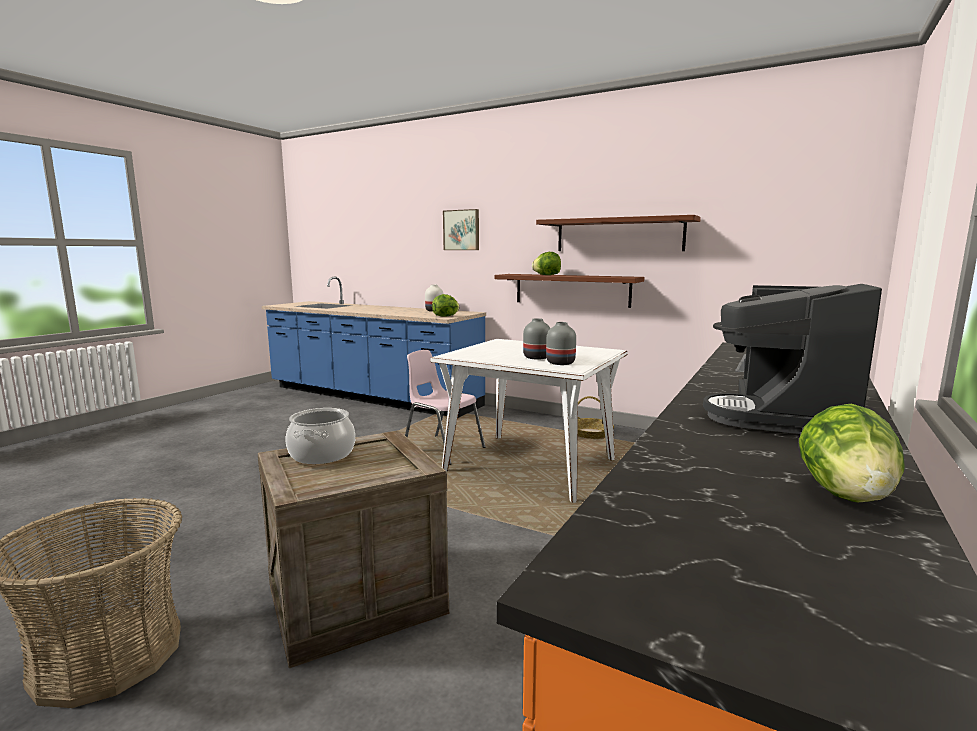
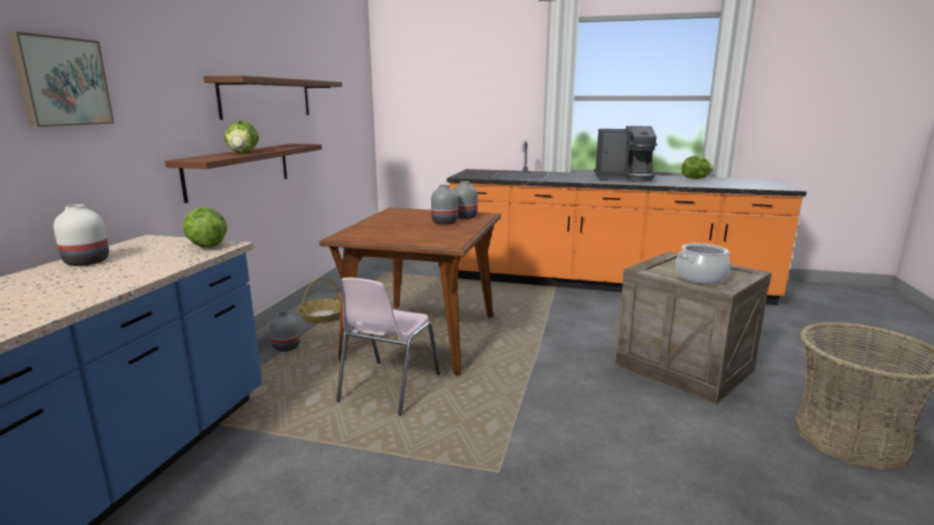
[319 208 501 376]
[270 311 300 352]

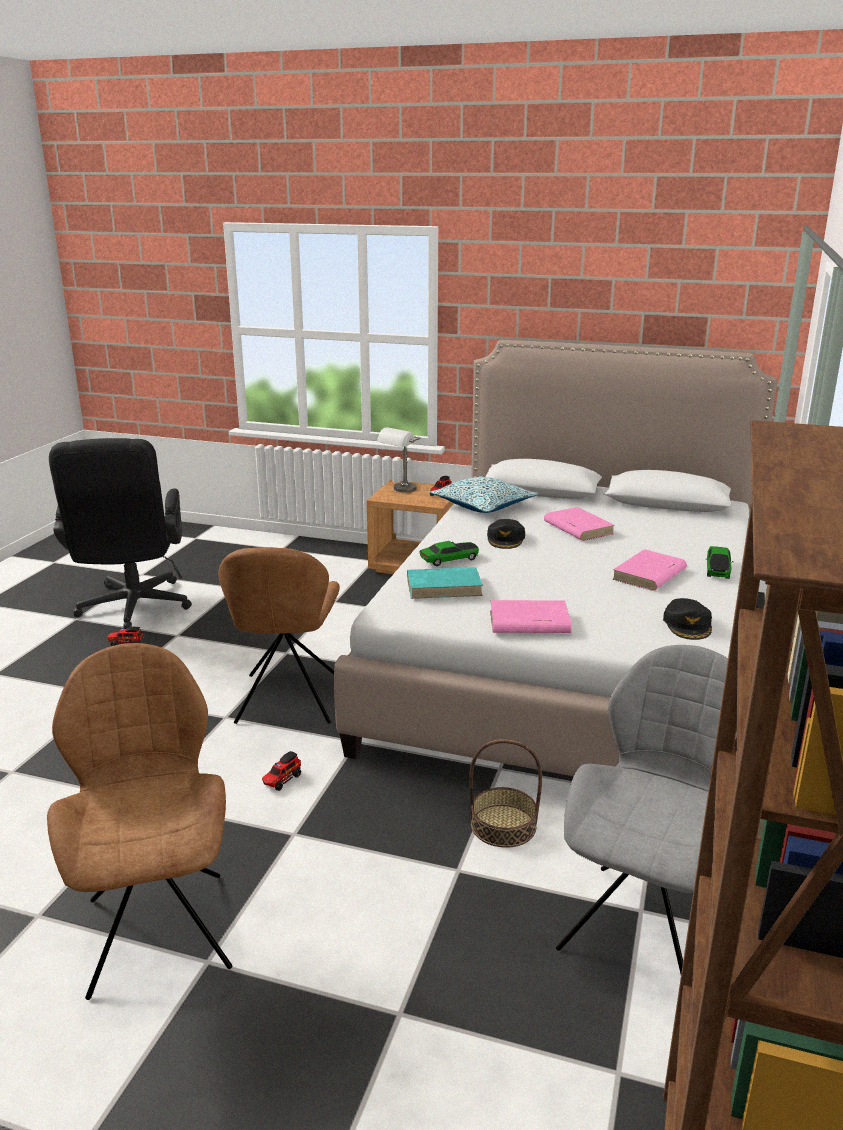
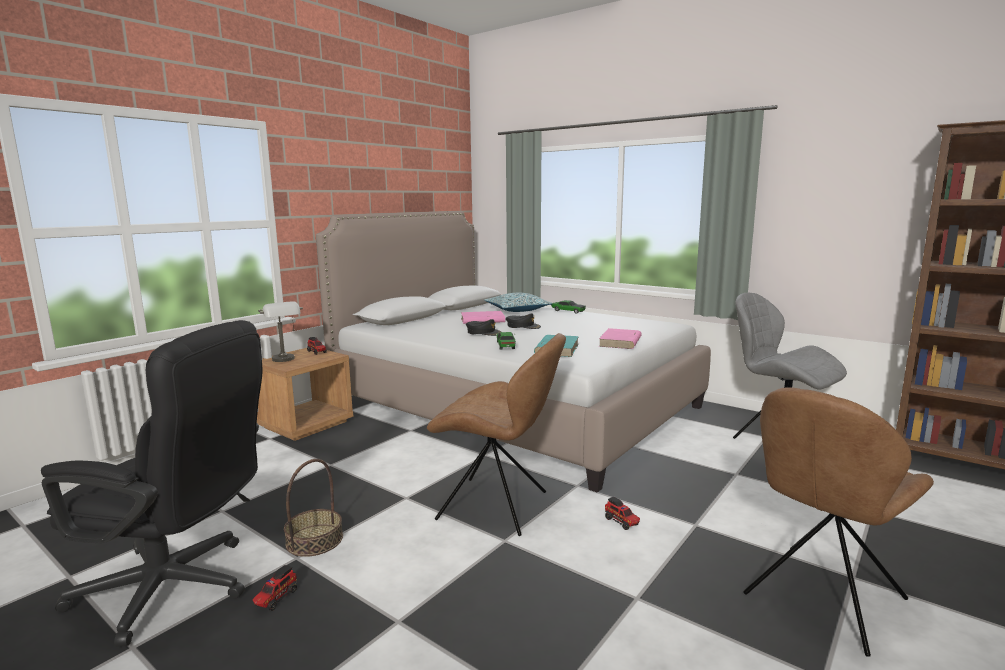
[743 387 934 657]
[484 293 552 312]
[284 459 343 557]
[612 549 687 591] (first image)
[506 313 541 329]

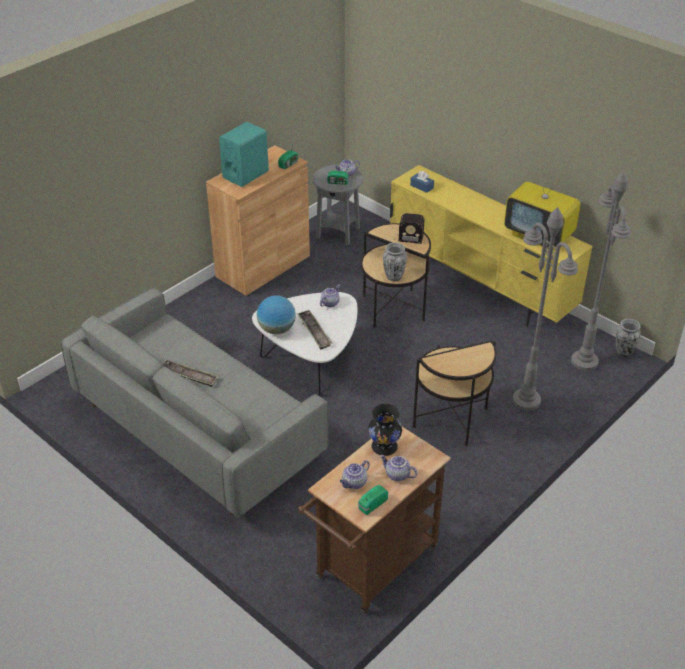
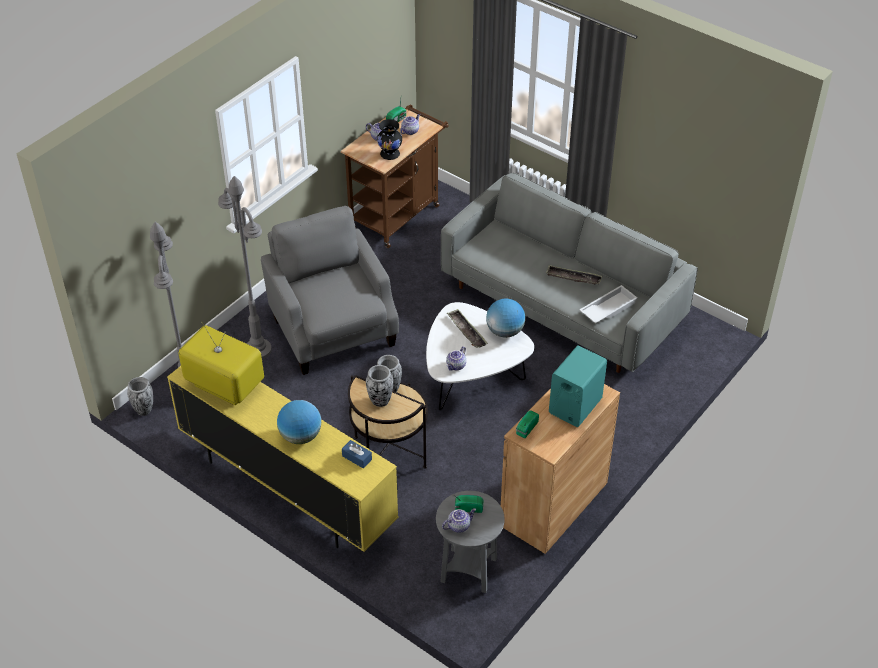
[366 365 393 407]
[261 206 399 375]
[277 400 321 444]
[580 285 637 323]

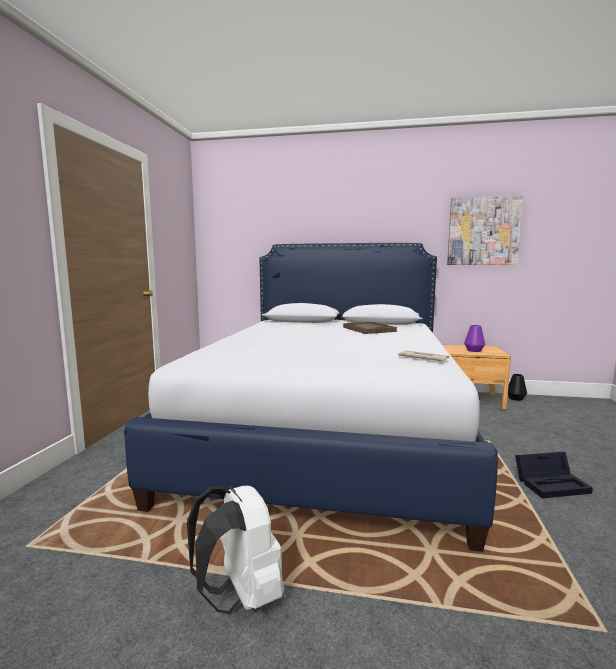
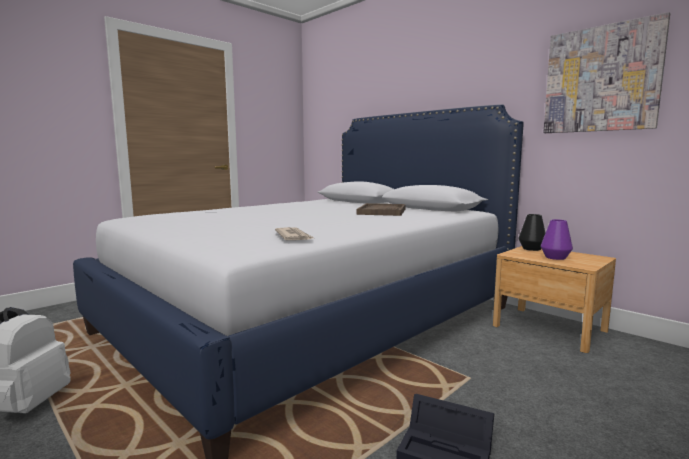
[518 214 545 251]

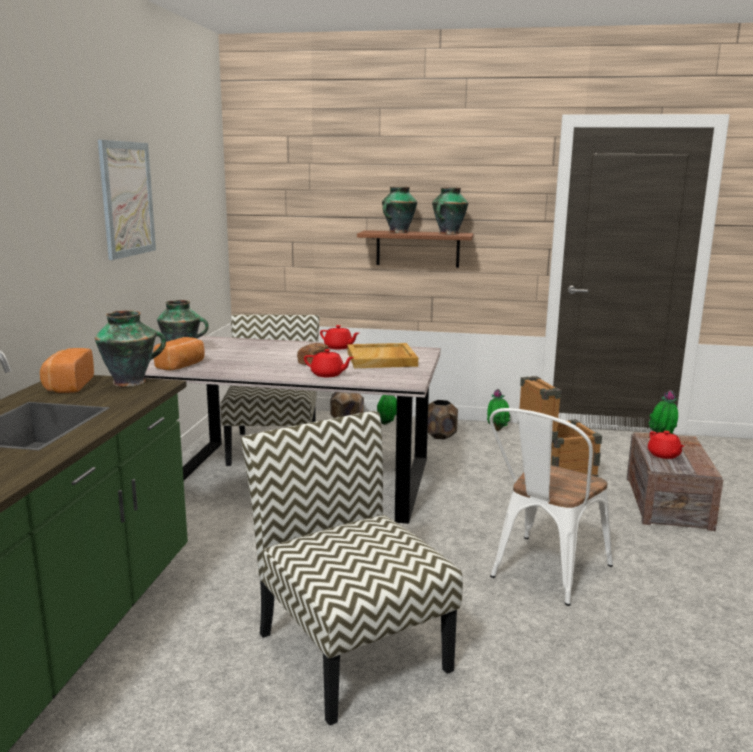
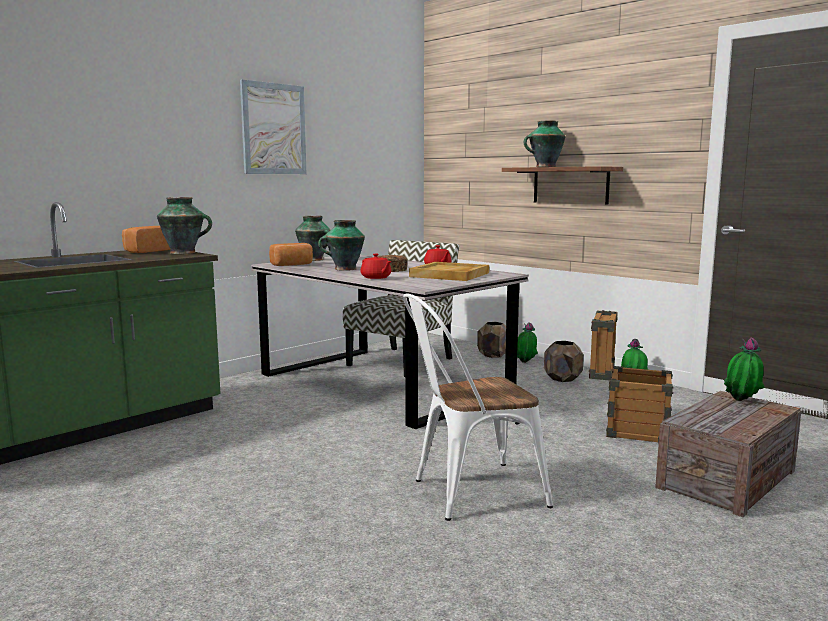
[241 411 463 726] (first image)
[318 220 365 271]
[648 431 684 459] (first image)

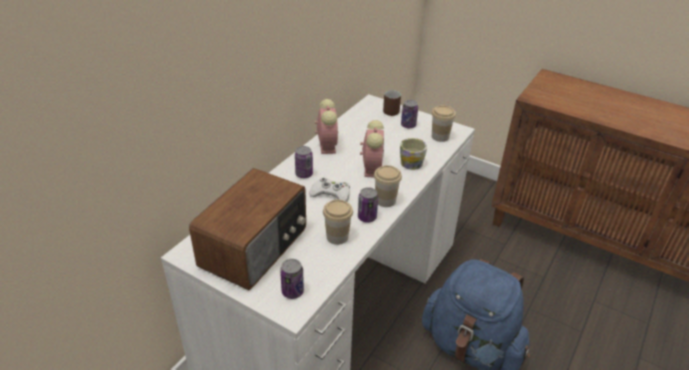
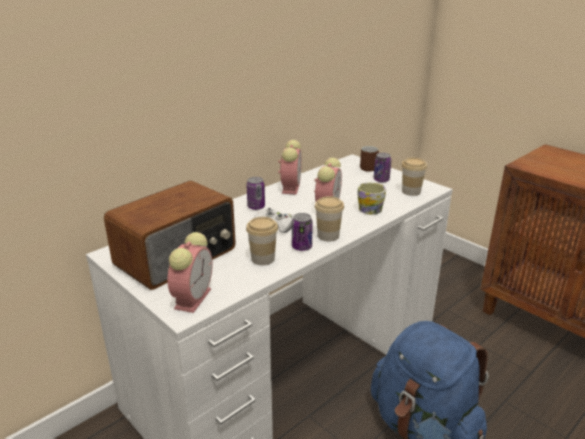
[167 232 213 313]

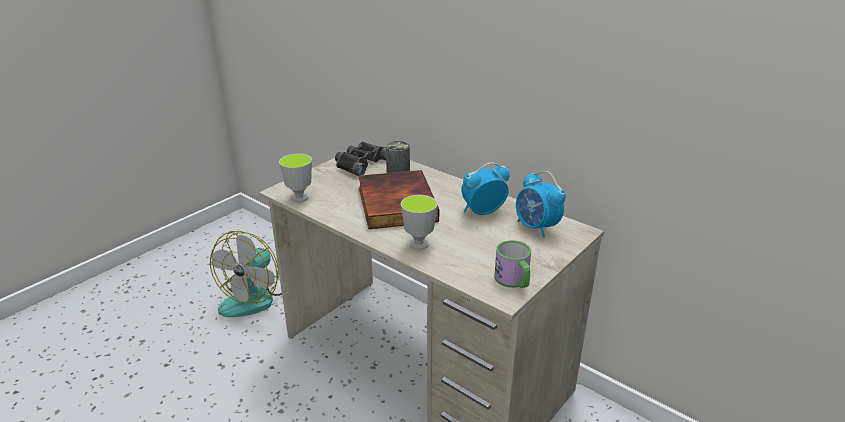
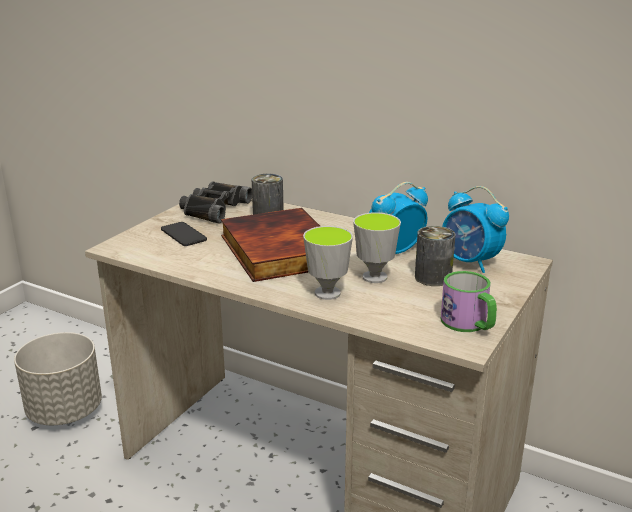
[14 332 102 425]
[353 212 401 283]
[161 222 207 246]
[415 226 455 286]

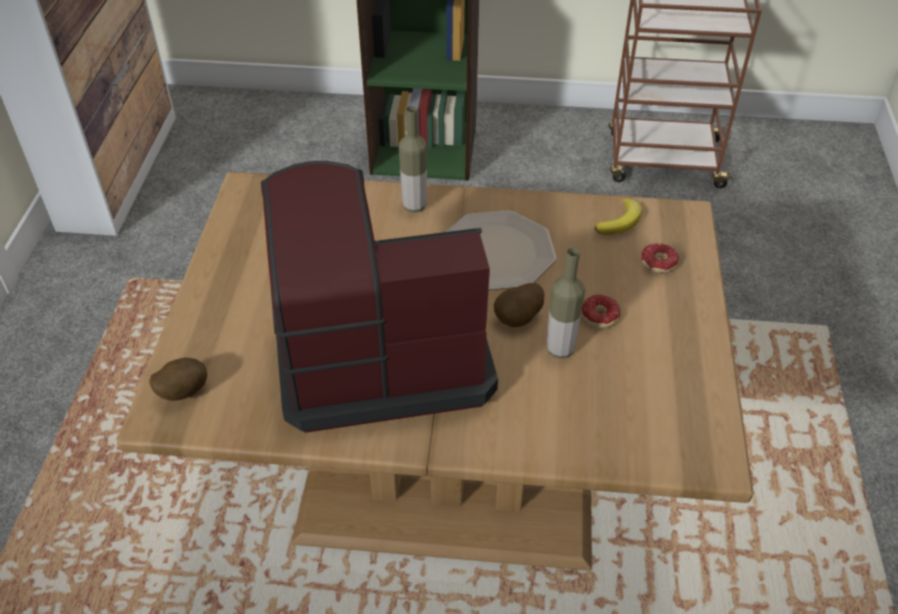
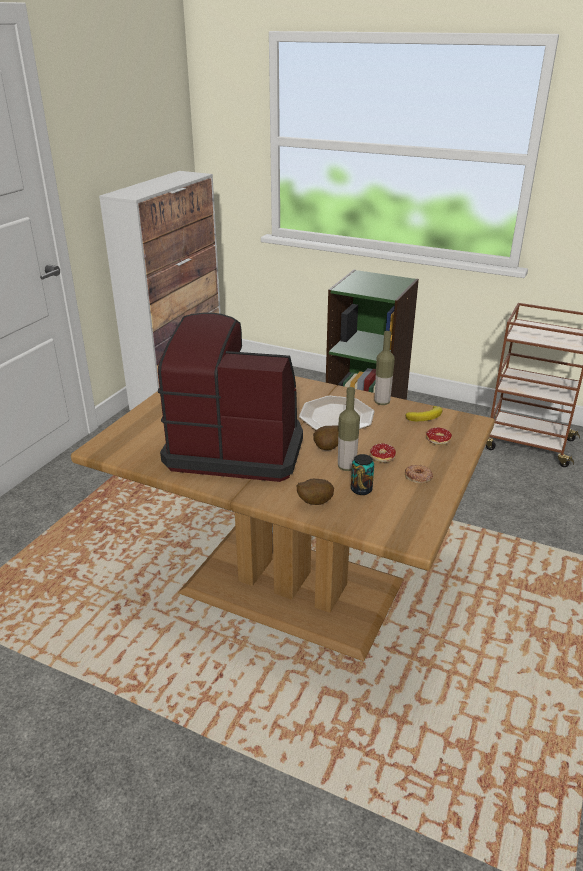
[297 479 334 505]
[375 331 395 405]
[351 454 374 495]
[405 465 433 483]

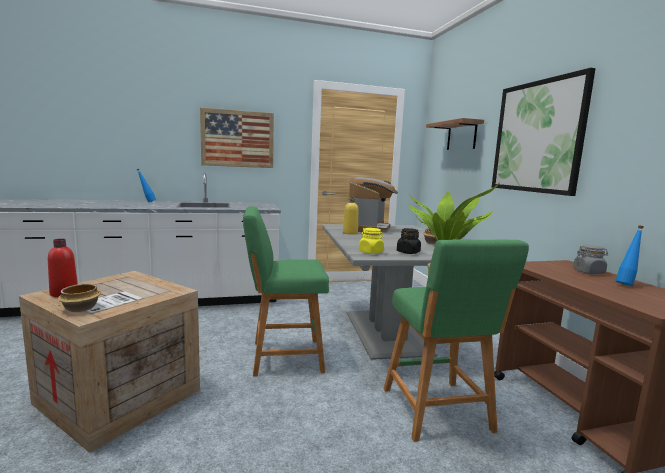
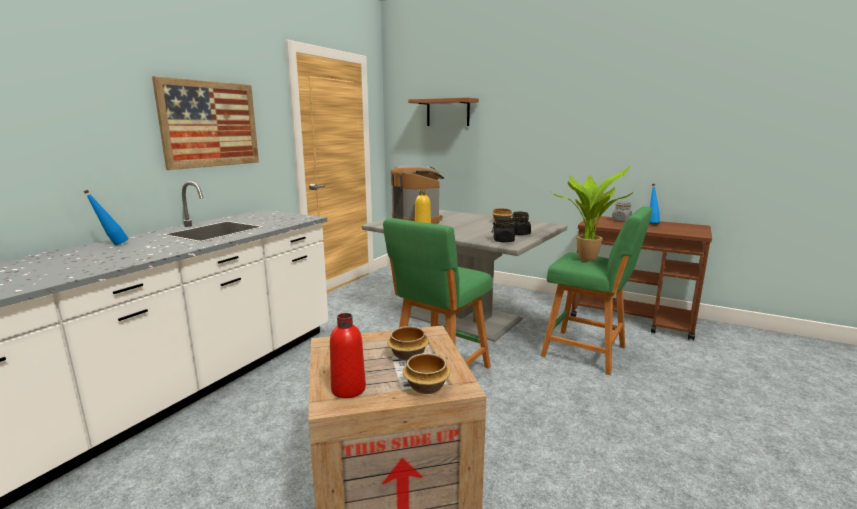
[492 217 518 242]
[492 68 596 196] (first image)
[387 326 429 361]

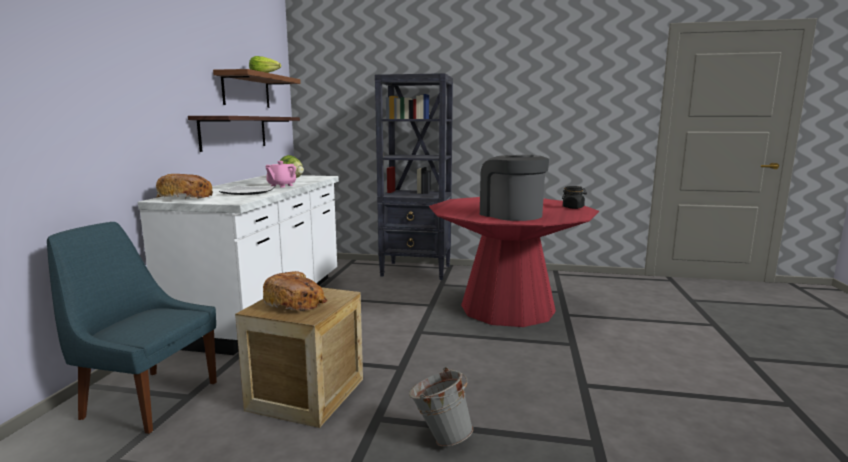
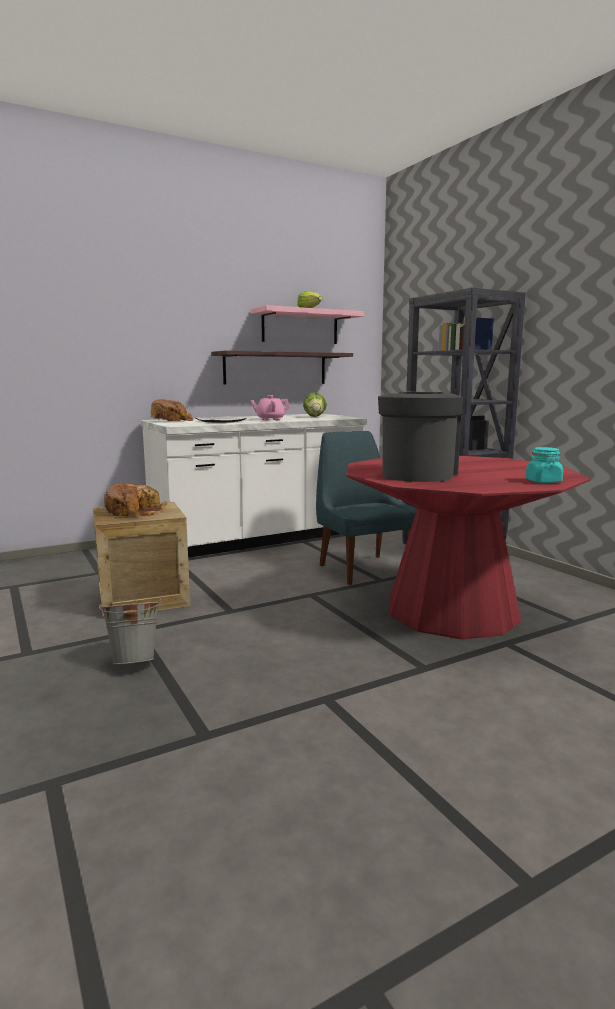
[316 431 417 585]
[251 305 364 344]
[526 447 563 483]

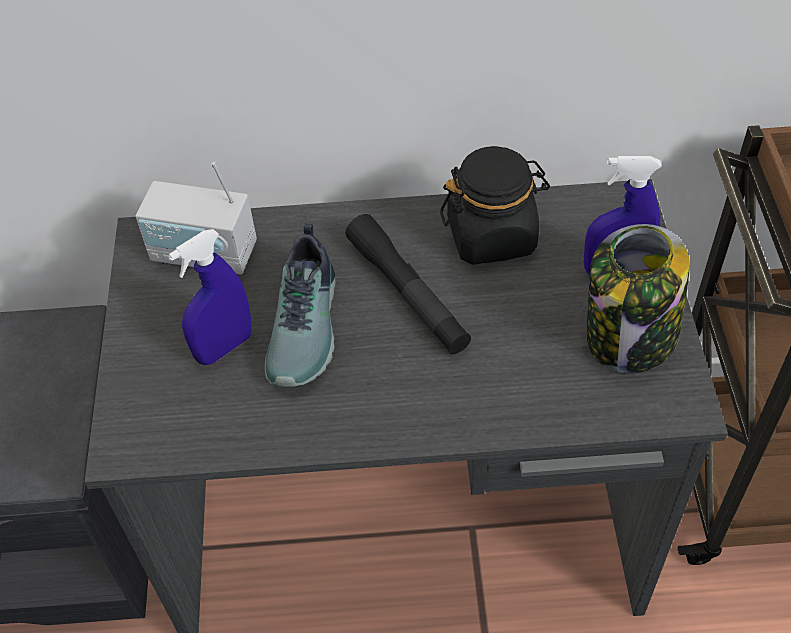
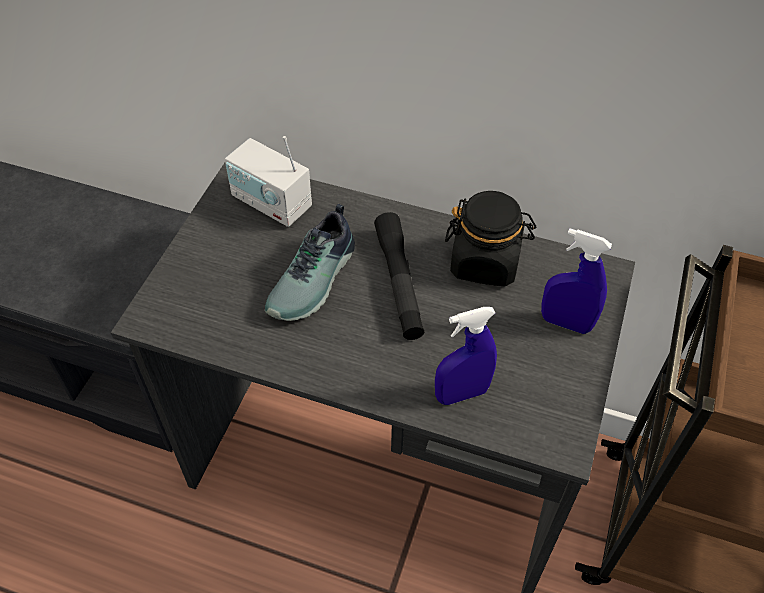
[435 307 497 405]
[587 224 690 373] (first image)

